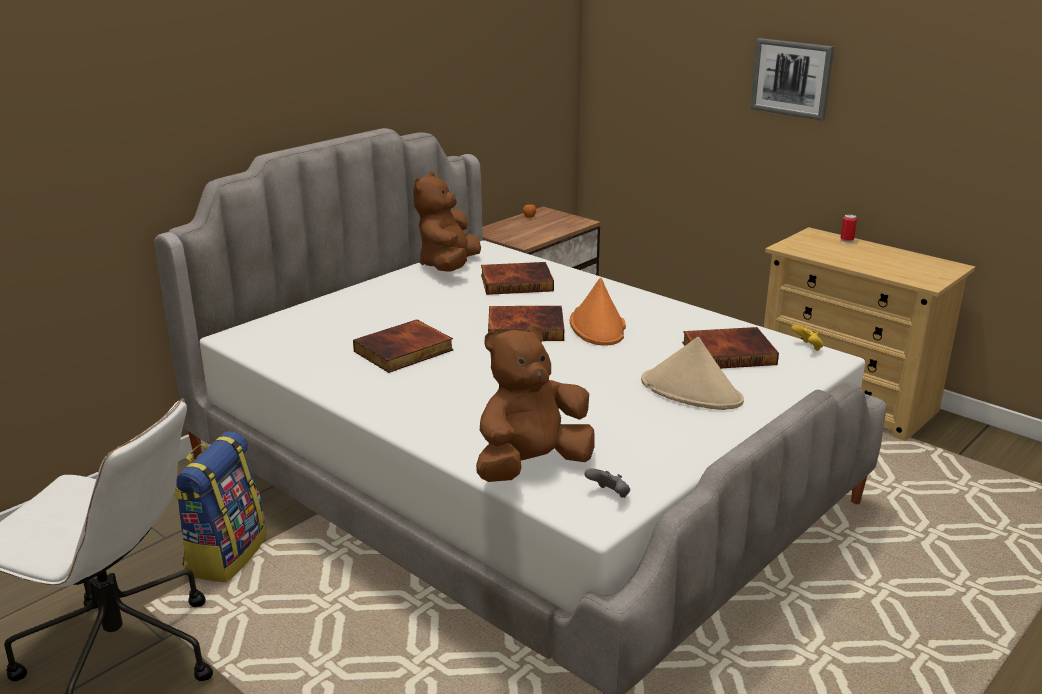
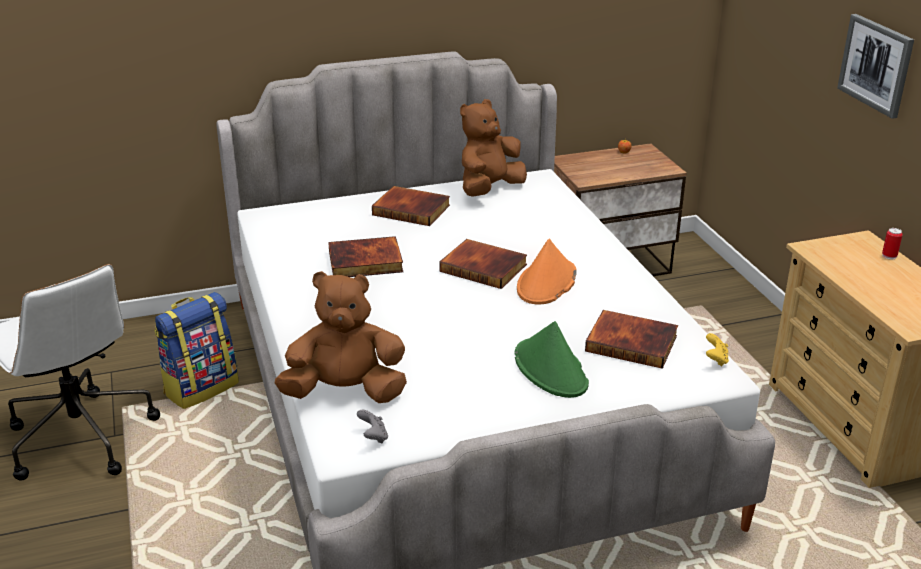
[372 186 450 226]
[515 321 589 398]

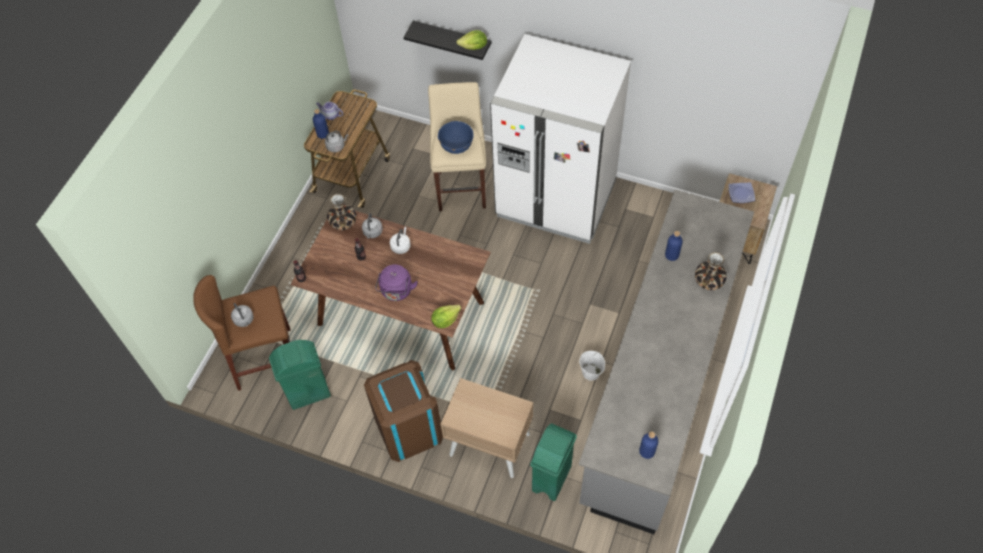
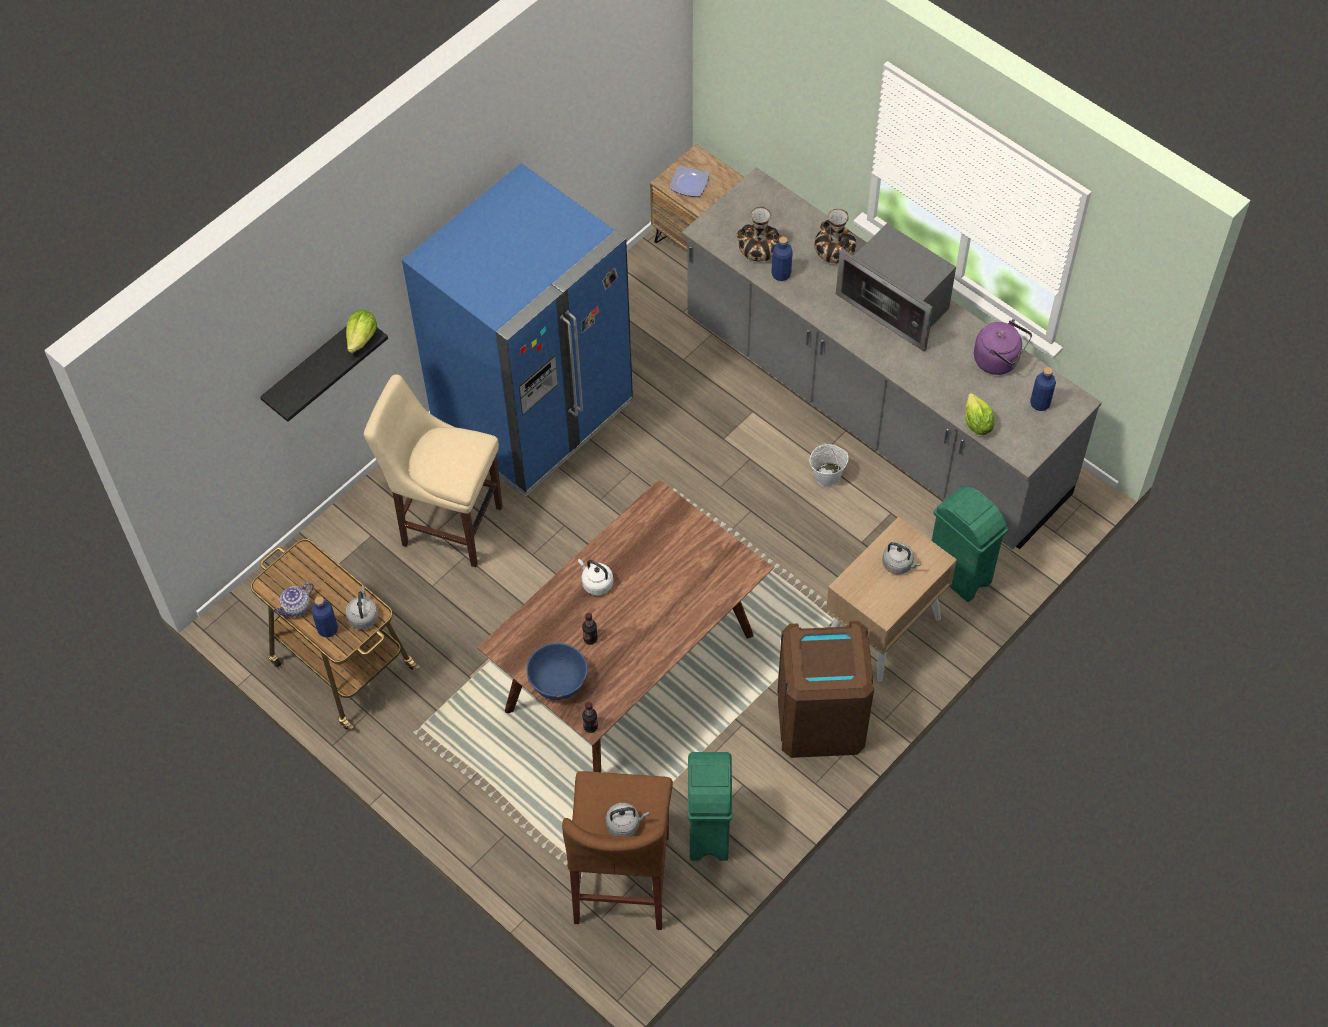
[736 207 782 261]
[882 542 921 574]
[974 319 1032 375]
[965 393 995 435]
[526 643 588 700]
[402 163 633 497]
[836 224 956 352]

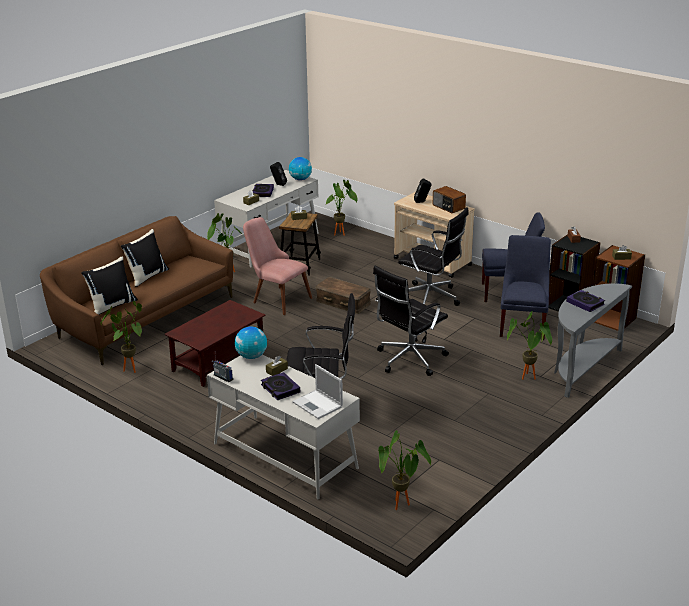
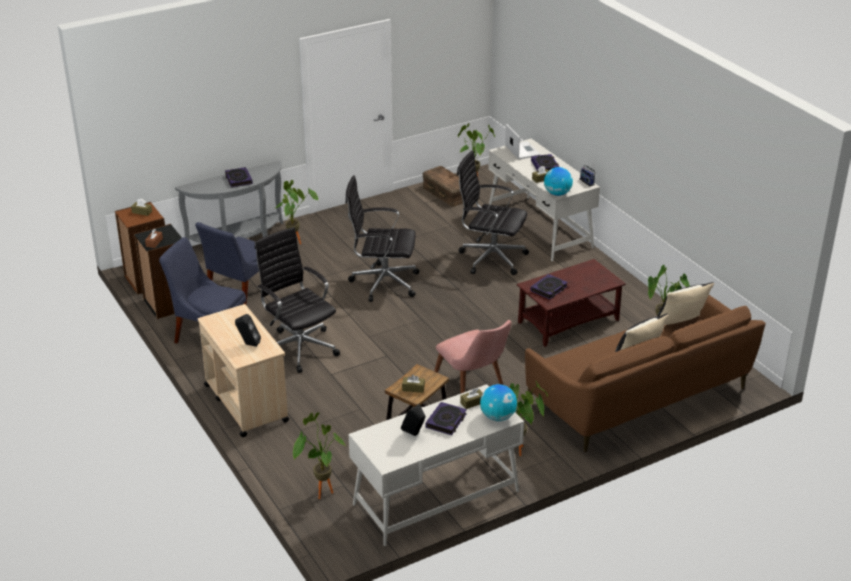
[480 384 517 421]
[422 166 463 207]
[345 175 419 302]
[433 186 466 213] (first image)
[531 274 568 299]

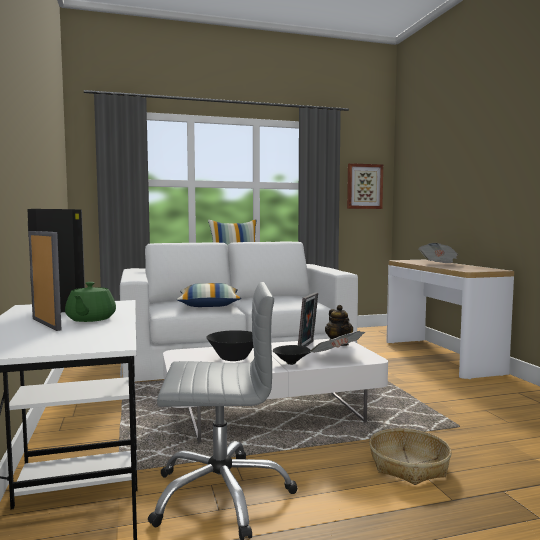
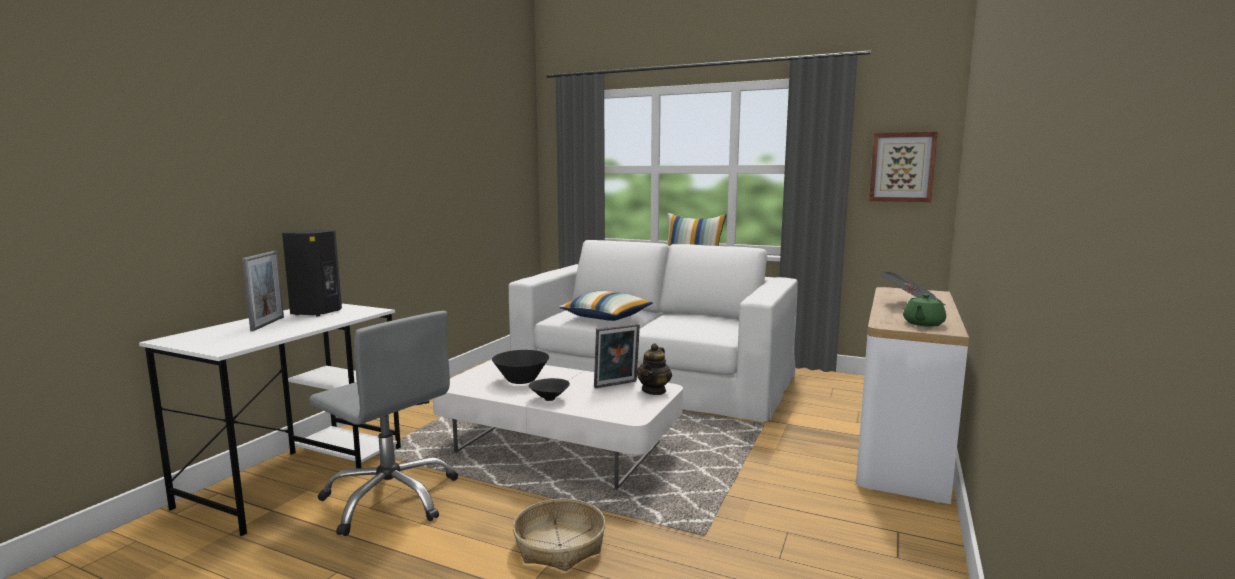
[903 294 946 327]
[310 331 365 353] (first image)

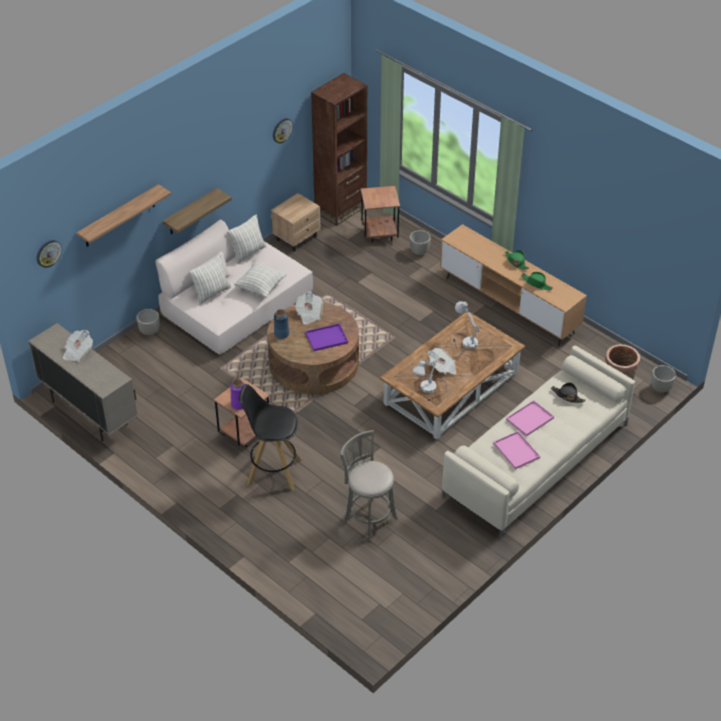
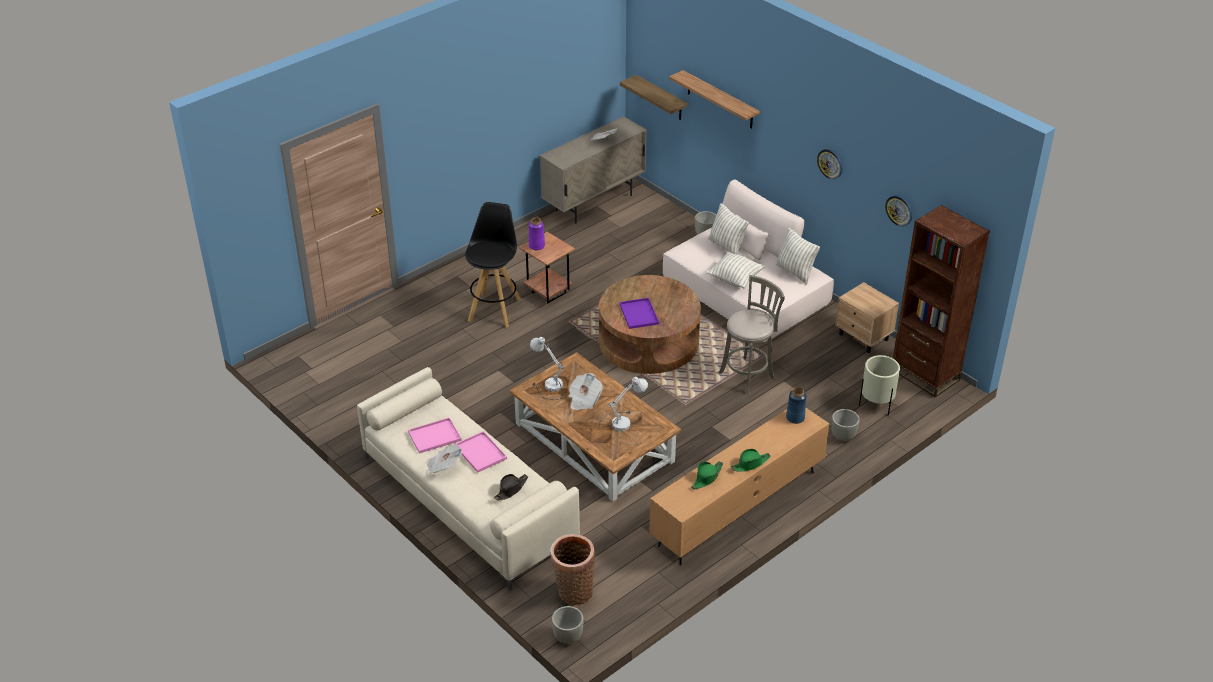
[817 149 843 179]
[620 75 688 120]
[786 387 807 424]
[426 444 462 474]
[719 275 785 395]
[859 355 900 415]

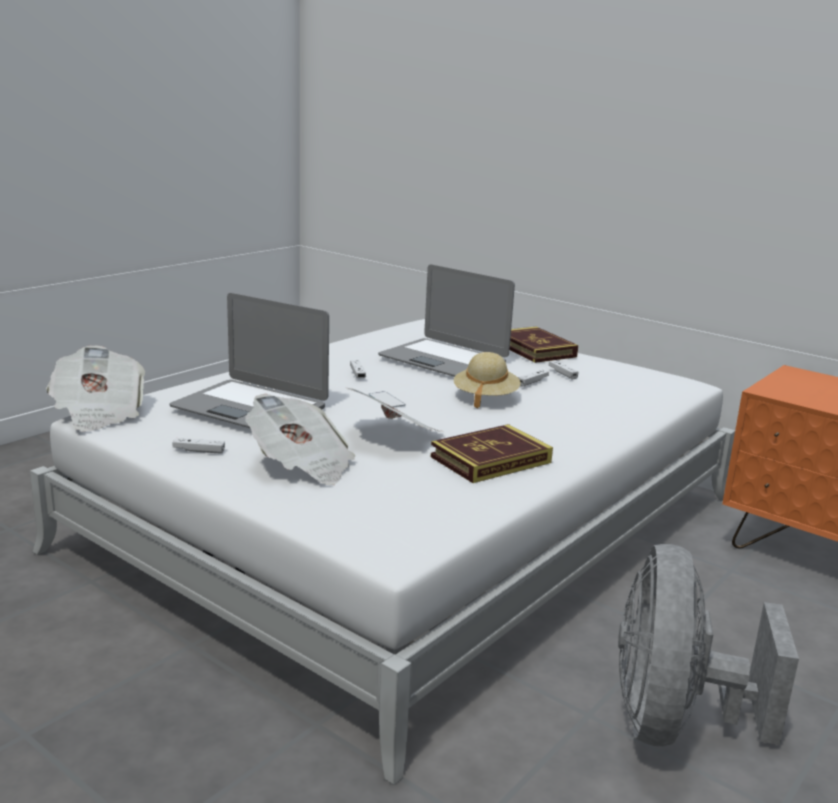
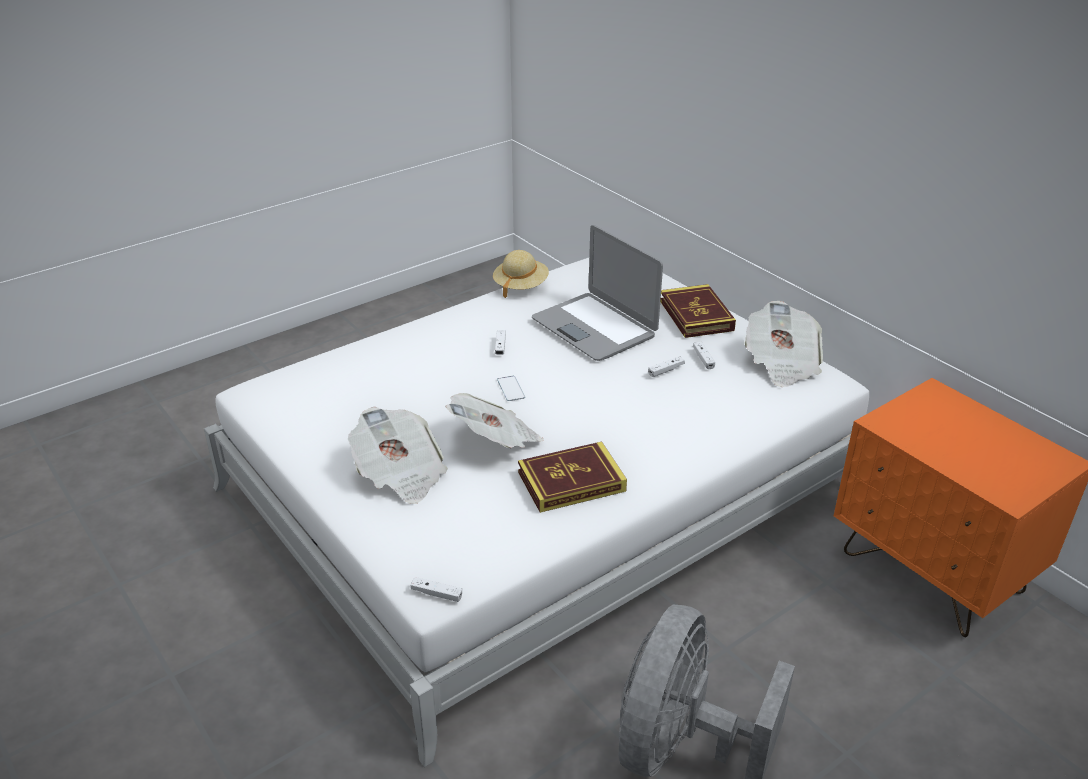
[744 301 823 387]
[169 293 329 428] (first image)
[410 577 462 602]
[493 250 549 298]

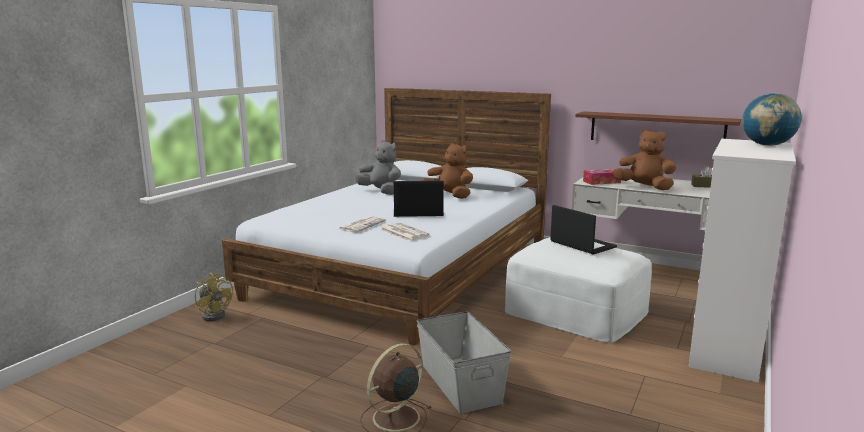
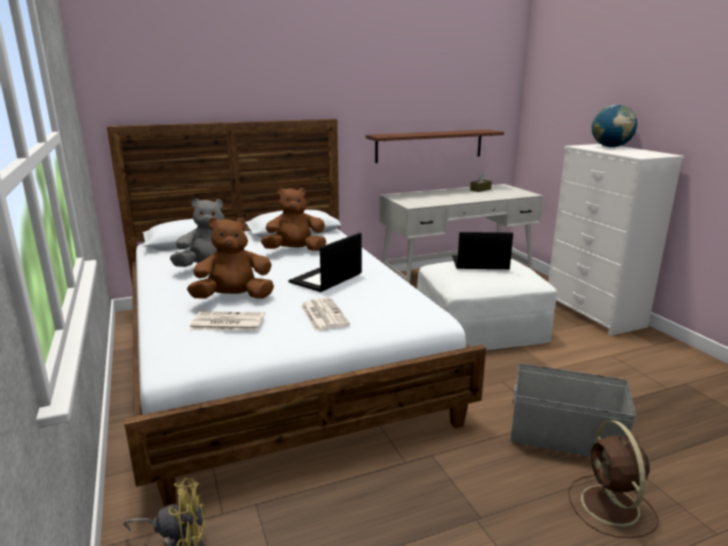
[189 311 265 331]
[583 169 621 185] (first image)
[187 217 274 299]

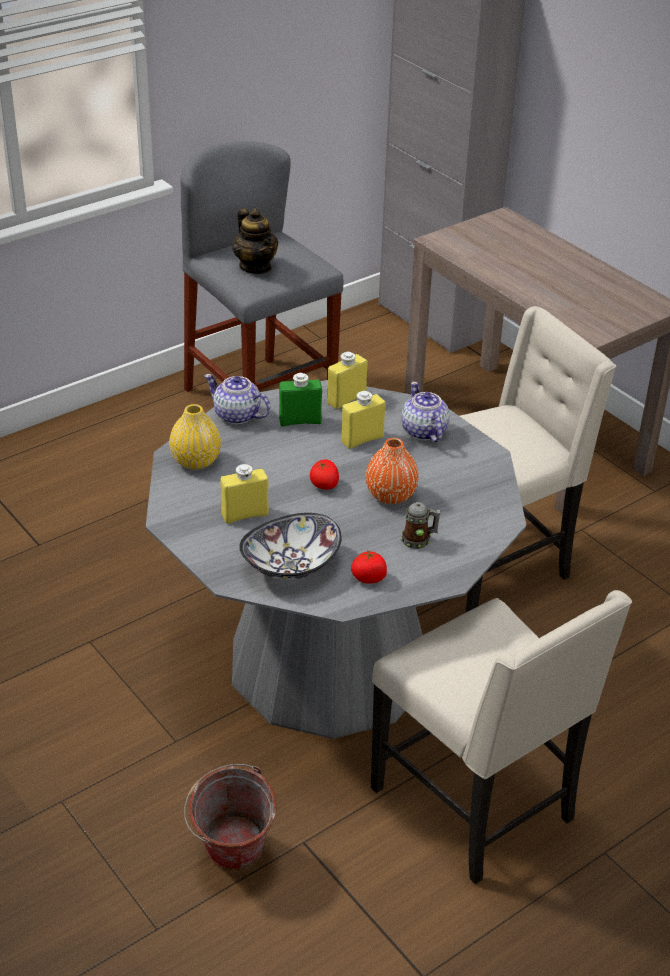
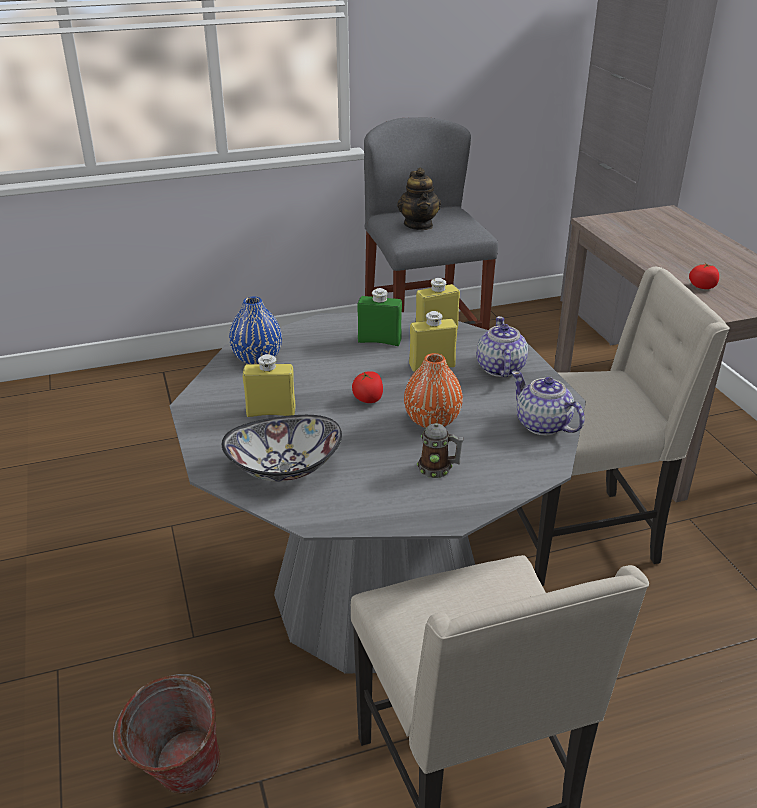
[229 297 282 364]
[512 371 585 436]
[689 263 719 289]

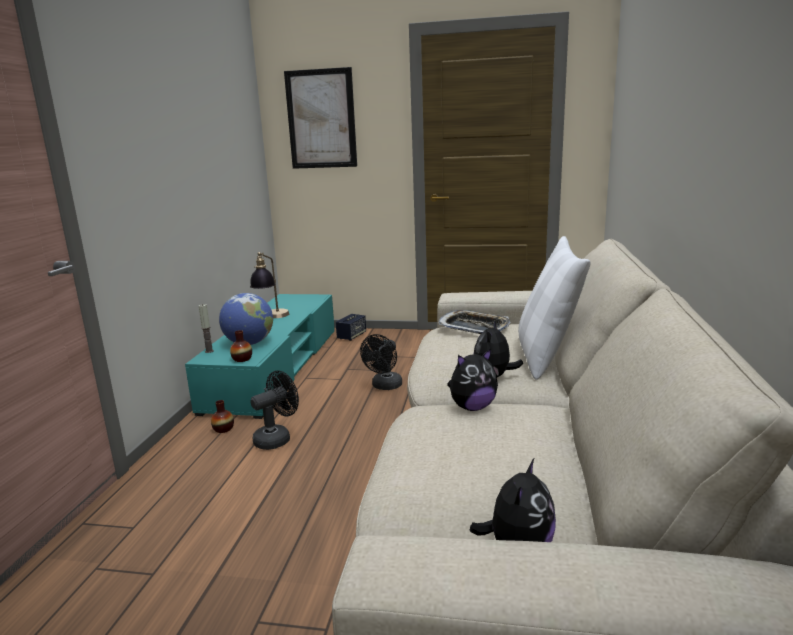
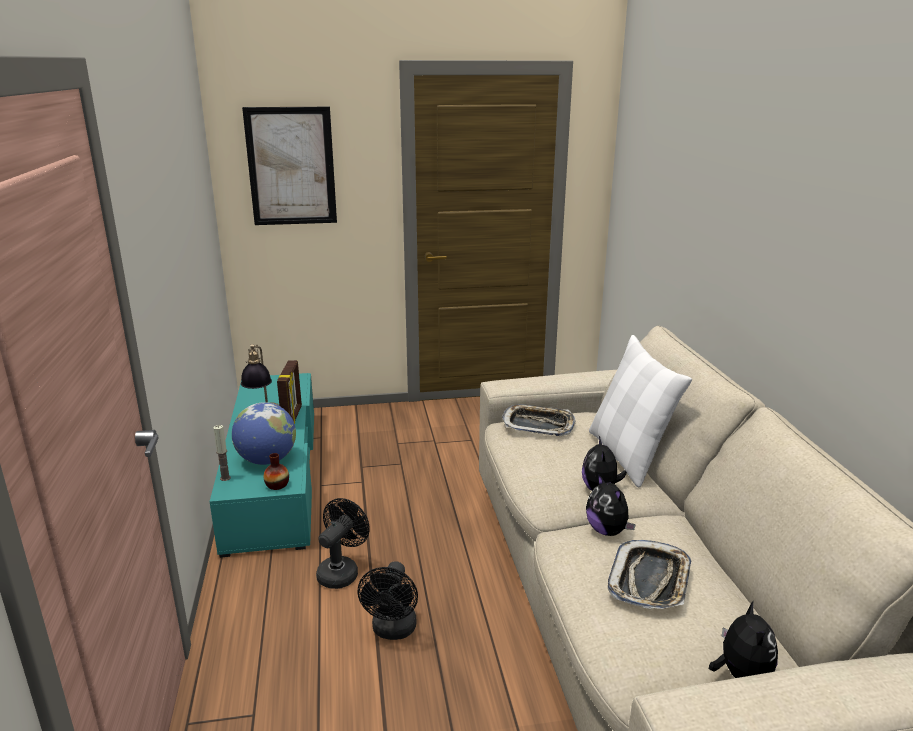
[211 400 234 433] (first image)
[336 314 366 341] (first image)
[358 561 418 640]
[586 474 636 536]
[277 360 302 424]
[608 540 692 609]

